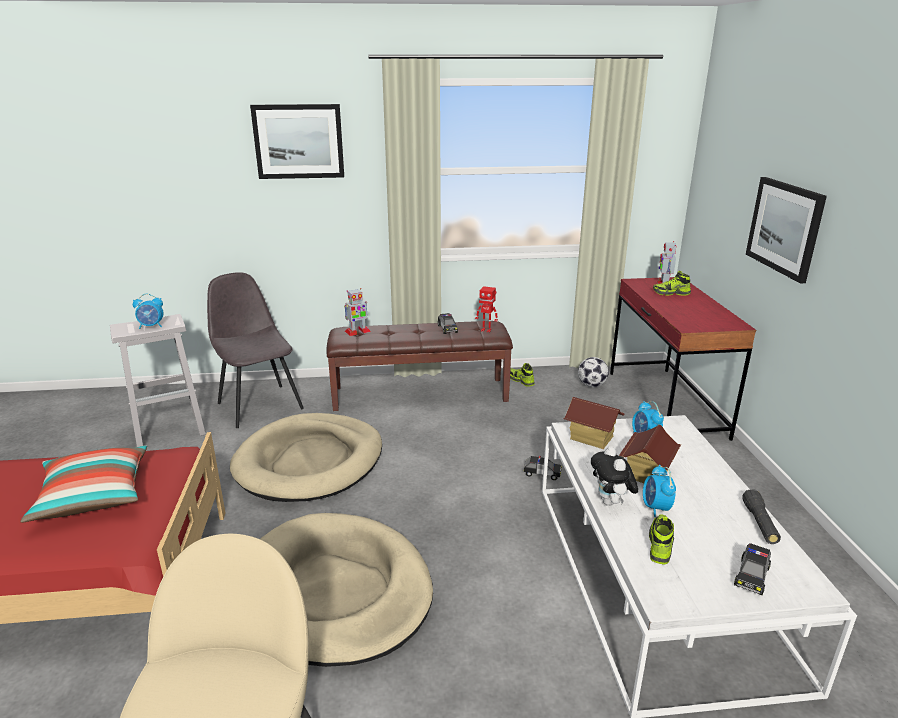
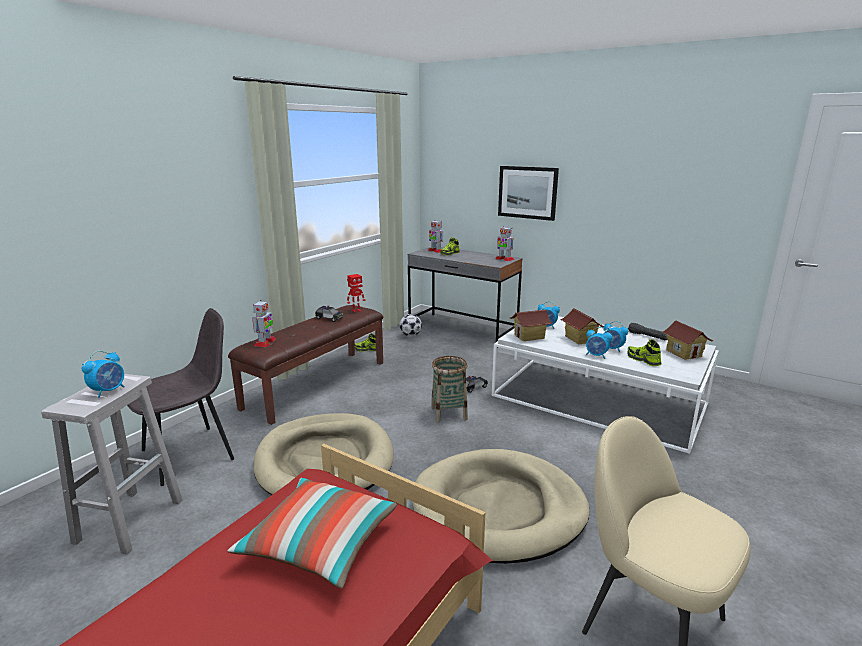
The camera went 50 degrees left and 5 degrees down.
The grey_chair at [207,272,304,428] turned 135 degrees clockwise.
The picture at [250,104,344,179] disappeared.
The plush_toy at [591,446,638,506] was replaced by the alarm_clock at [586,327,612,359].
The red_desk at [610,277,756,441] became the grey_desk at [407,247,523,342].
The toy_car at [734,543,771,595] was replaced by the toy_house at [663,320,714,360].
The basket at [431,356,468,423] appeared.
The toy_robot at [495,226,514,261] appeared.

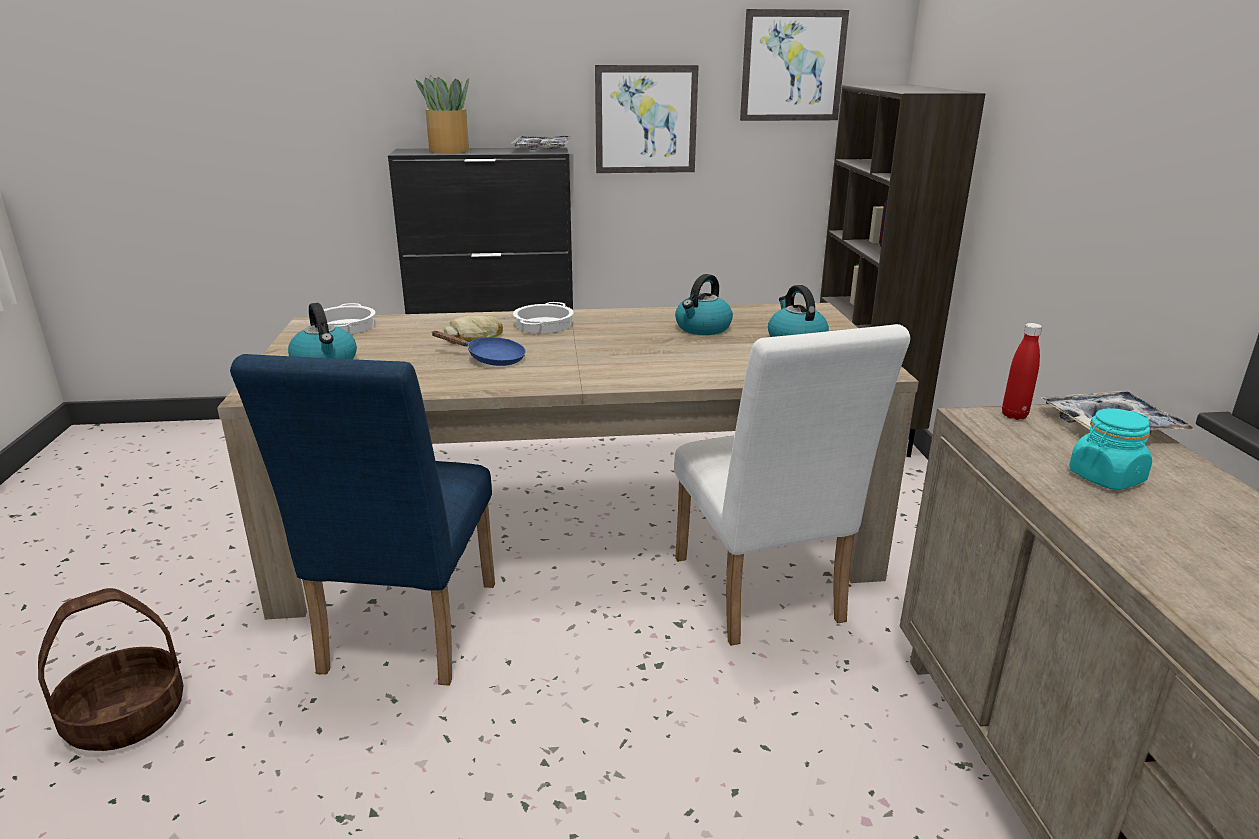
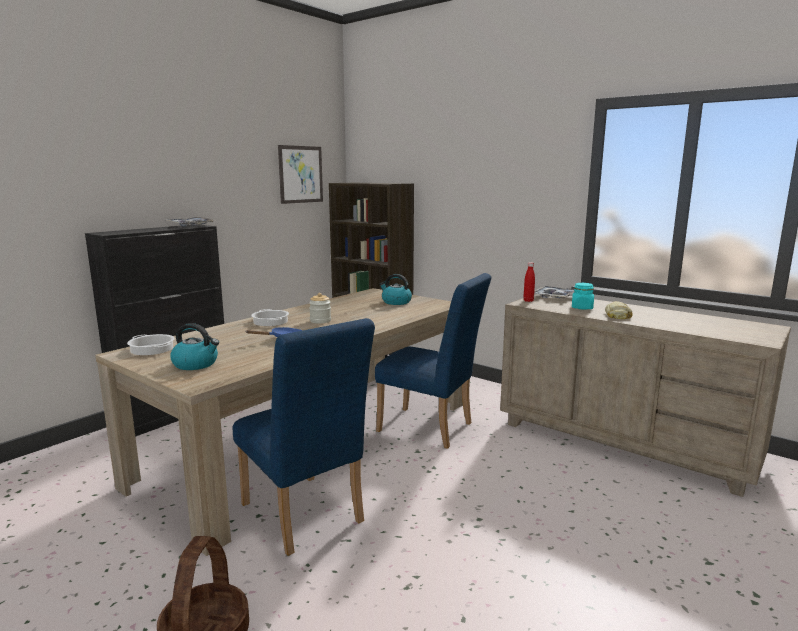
The camera went 45 degrees left and 10 degrees down.
The potted_plant at [416,75,469,154] disappeared.
The bread moved from [444,315,503,344] to [605,301,632,319].
The picture at [595,65,699,173] disappeared.
The white_chair at [674,324,910,646] became the blue_chair at [375,273,492,449].
The kettle at [675,274,733,335] disappeared.
The jar at [309,293,331,324] appeared.

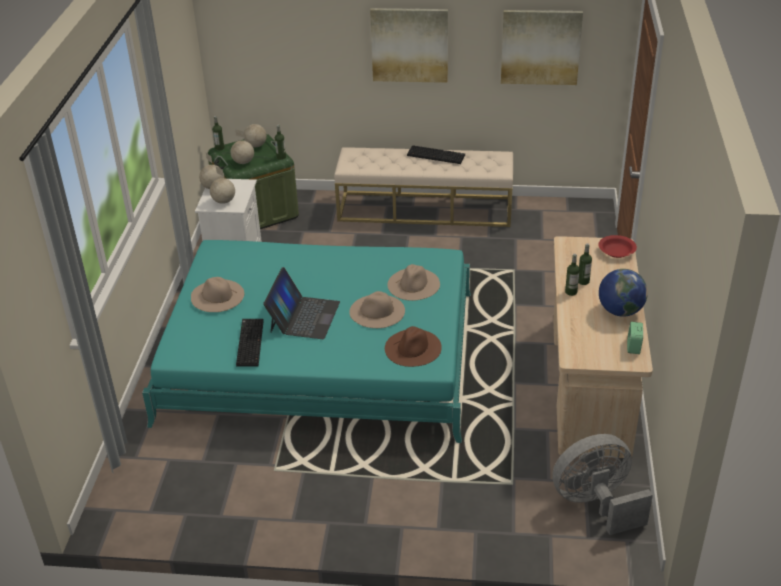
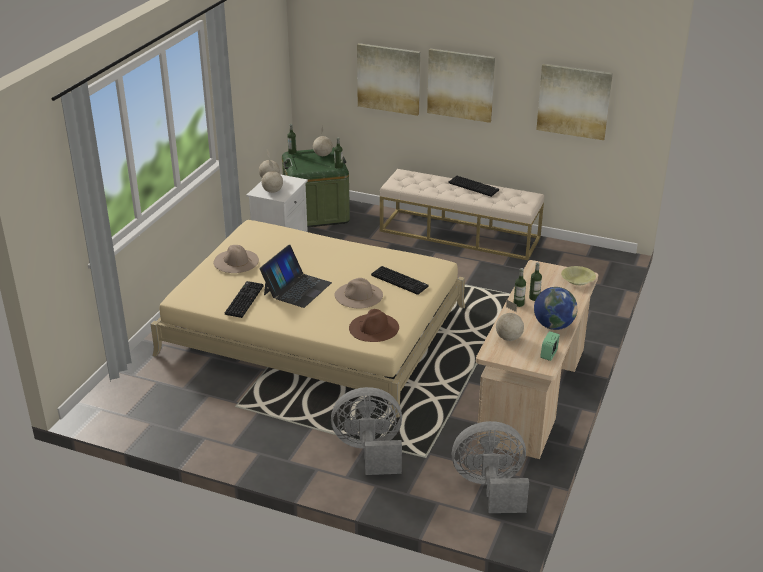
The camera went 15 degrees right and 5 degrees down.
The turquoise_bed at [142,240,471,443] became the beige_bed at [151,220,465,418].
The globe moved from [231,129,254,164] to [496,300,524,341].
The beige_hat at [387,264,440,301] was replaced by the keyboard at [371,266,428,295].
The red_bowl at [598,235,637,258] became the yellow_bowl at [561,266,596,285].
The grey_fan at [331,387,402,475] appeared.
The picture at [357,43,420,116] appeared.

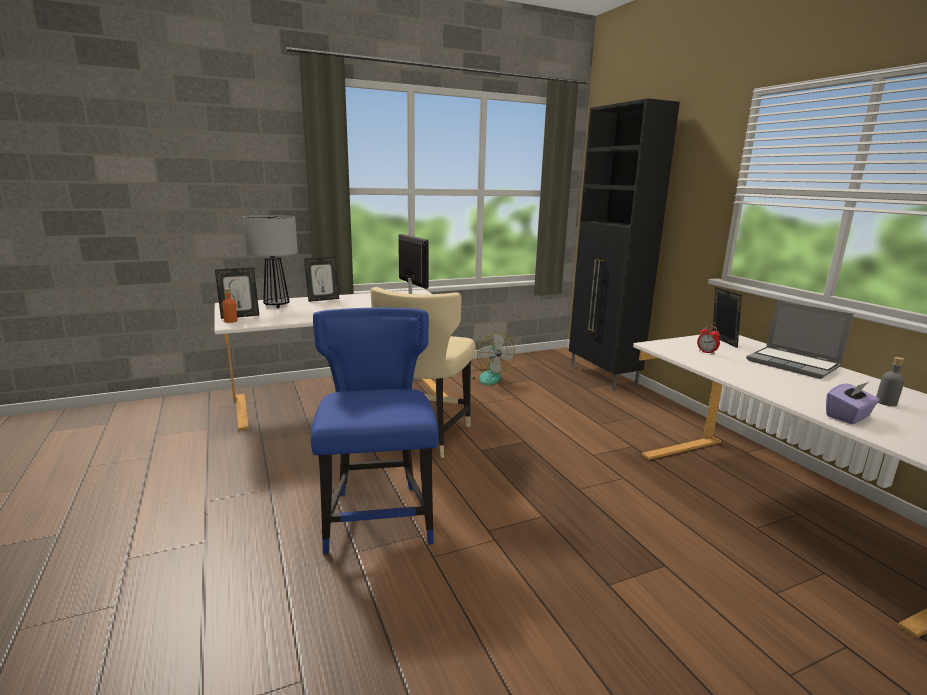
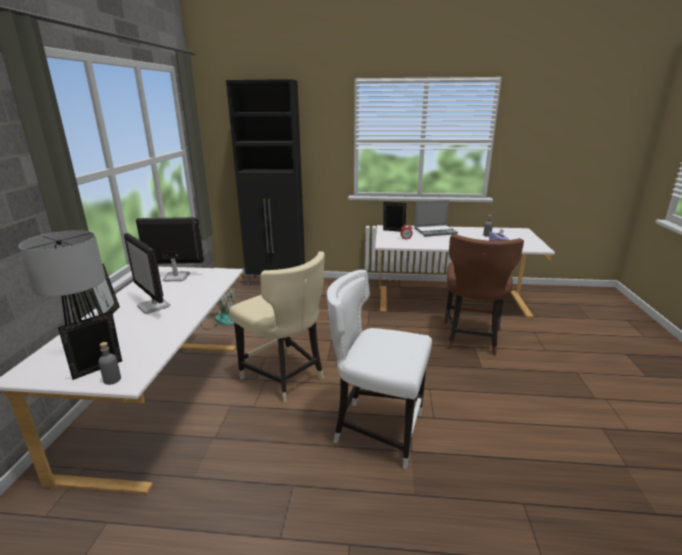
The camera went 60 degrees left and 5 degrees up.
The picture_frame at [215,268,259,319] turned 135 degrees counterclockwise.
The orange_bottle at [222,288,238,323] became the grey_bottle at [98,342,121,385].
The blue_chair at [311,308,438,554] became the white_chair at [327,270,432,469].
The monitor at [124,233,170,314] appeared.
The brown_chair at [444,234,524,356] appeared.

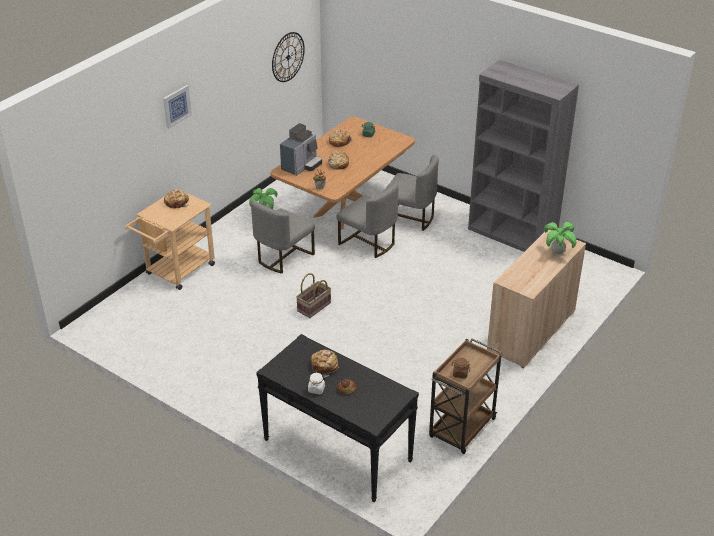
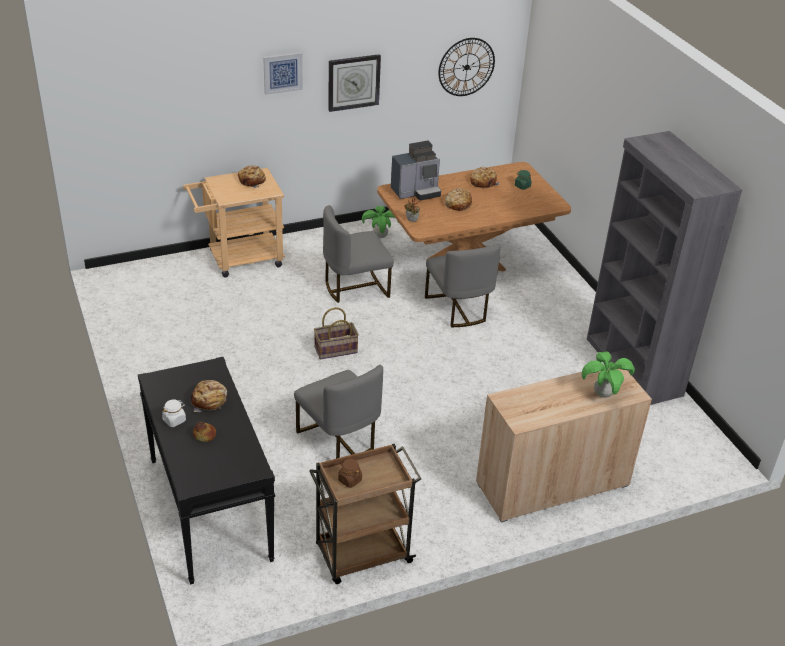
The camera went 30 degrees right and 0 degrees up.
The grey_chair moved from [382,154,439,231] to [294,365,383,459].
The wall_clock at [328,54,381,112] appeared.

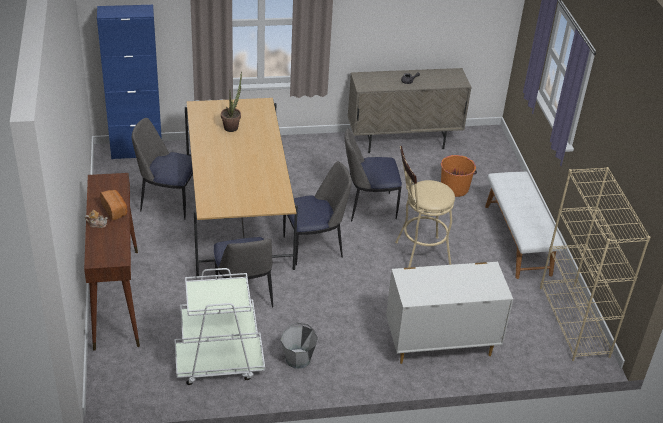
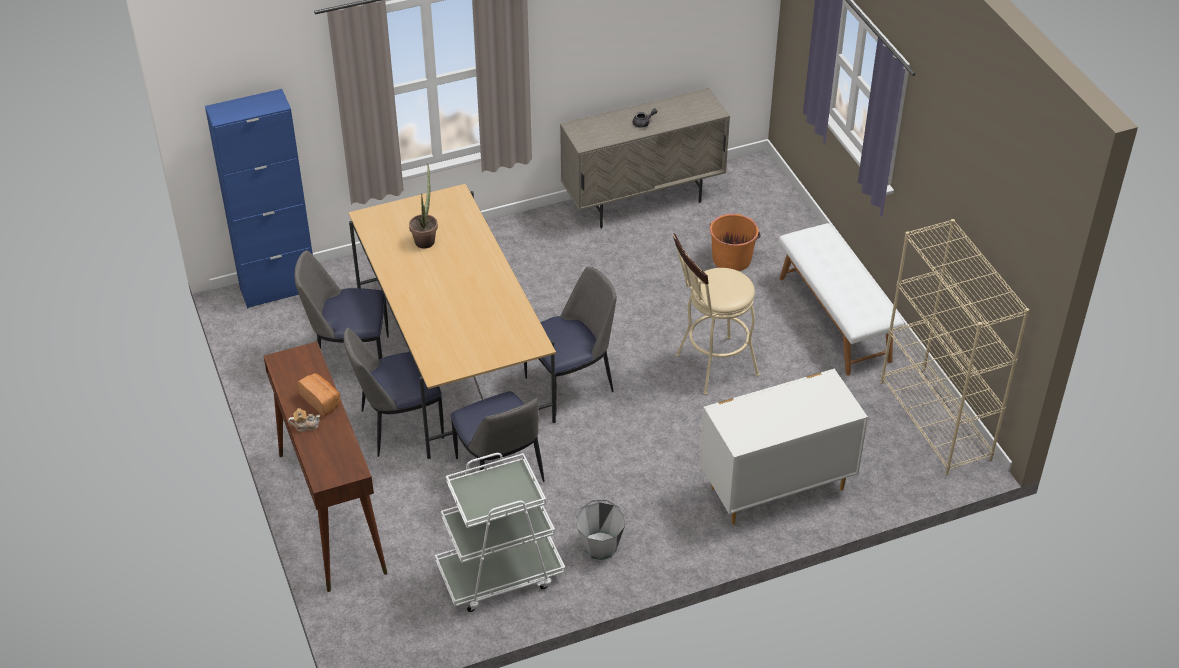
The camera went 10 degrees left and 5 degrees up.
The chair moved from [345,128,402,222] to [344,327,444,457].

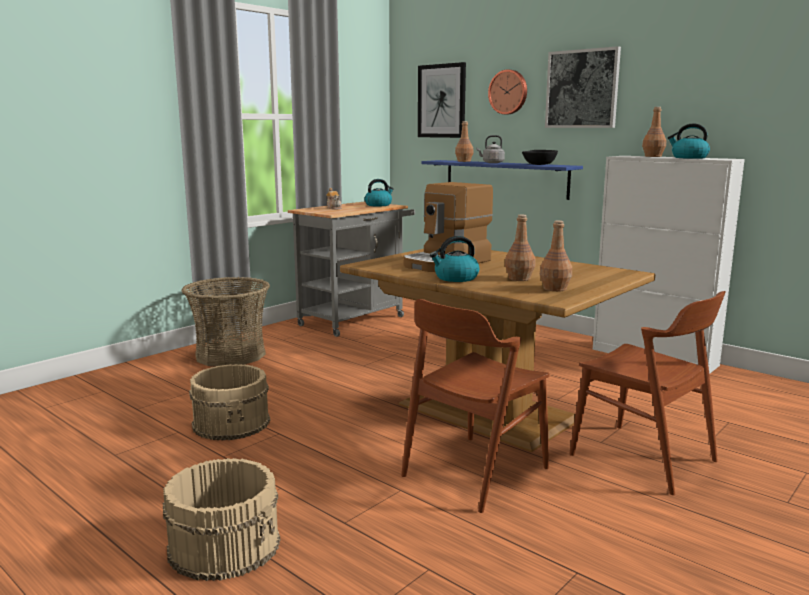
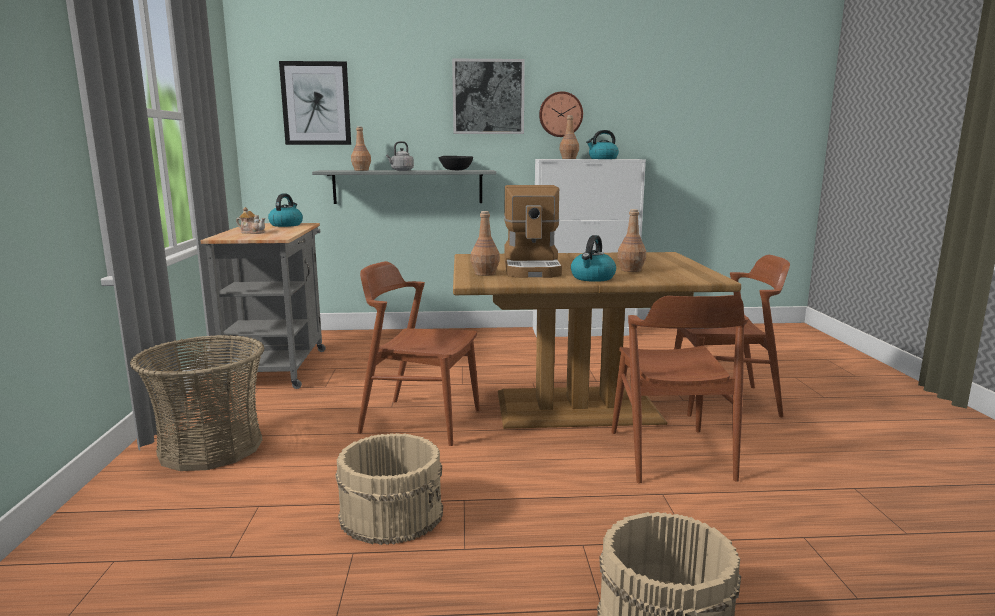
The camera went 45 degrees left and 0 degrees up.
The blue_shelf at [421,160,583,200] became the grey_shelf at [312,170,496,204].
The wall_clock moved from [488,70,527,114] to [539,91,583,137].
The brown_bottle moved from [540,220,572,292] to [471,211,500,276].
The brown_chair at [358,261,480,446] appeared.

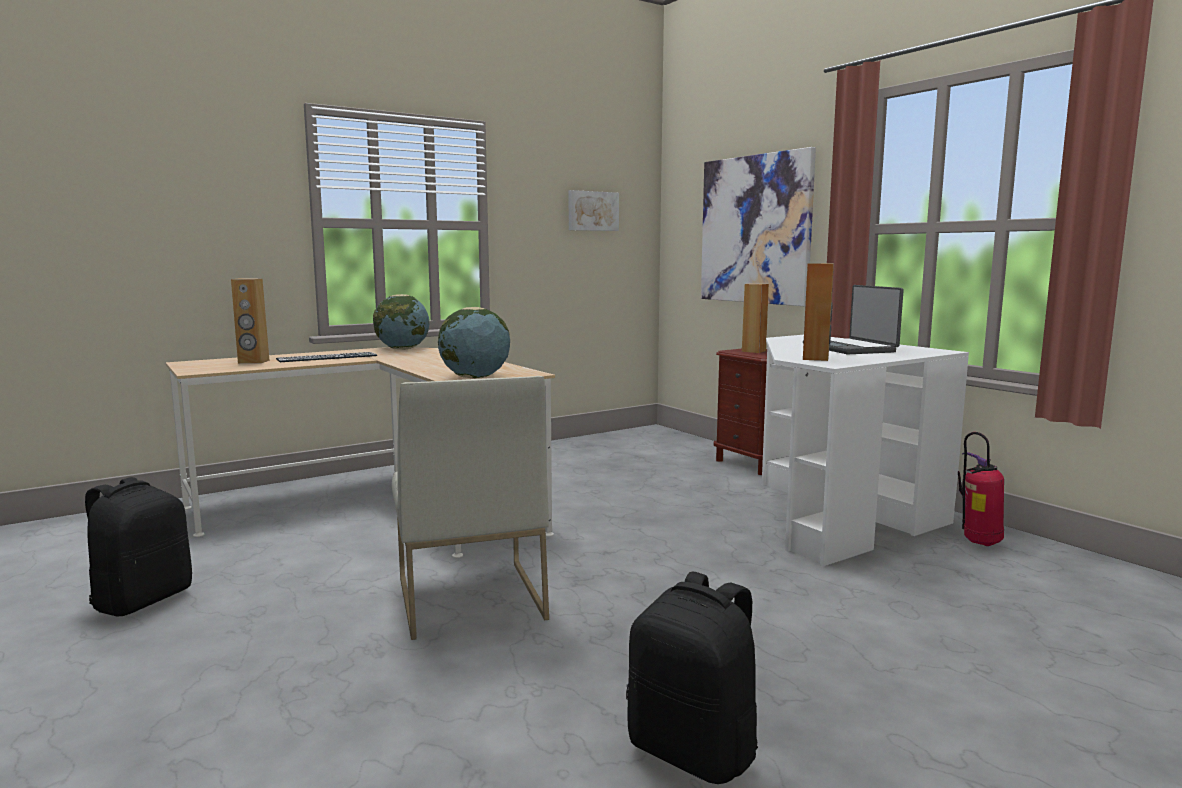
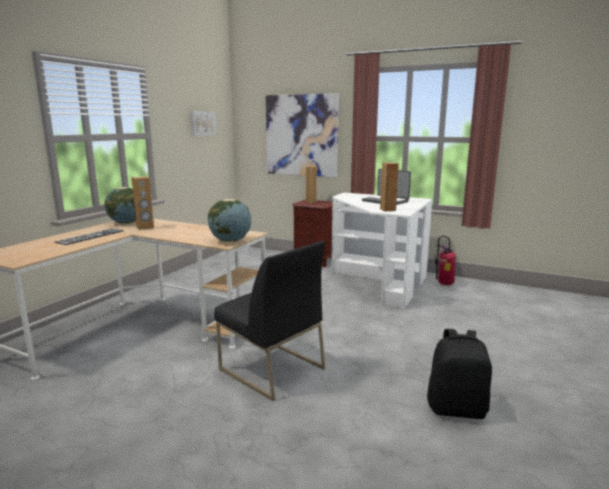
The camera went 30 degrees left and 5 degrees up.
The black_backpack at [85,477,192,617] disappeared.
The brown_speaker moved from [231,278,269,364] to [132,176,154,230].
The white_chair at [392,376,549,640] became the black_chair at [214,241,326,401].

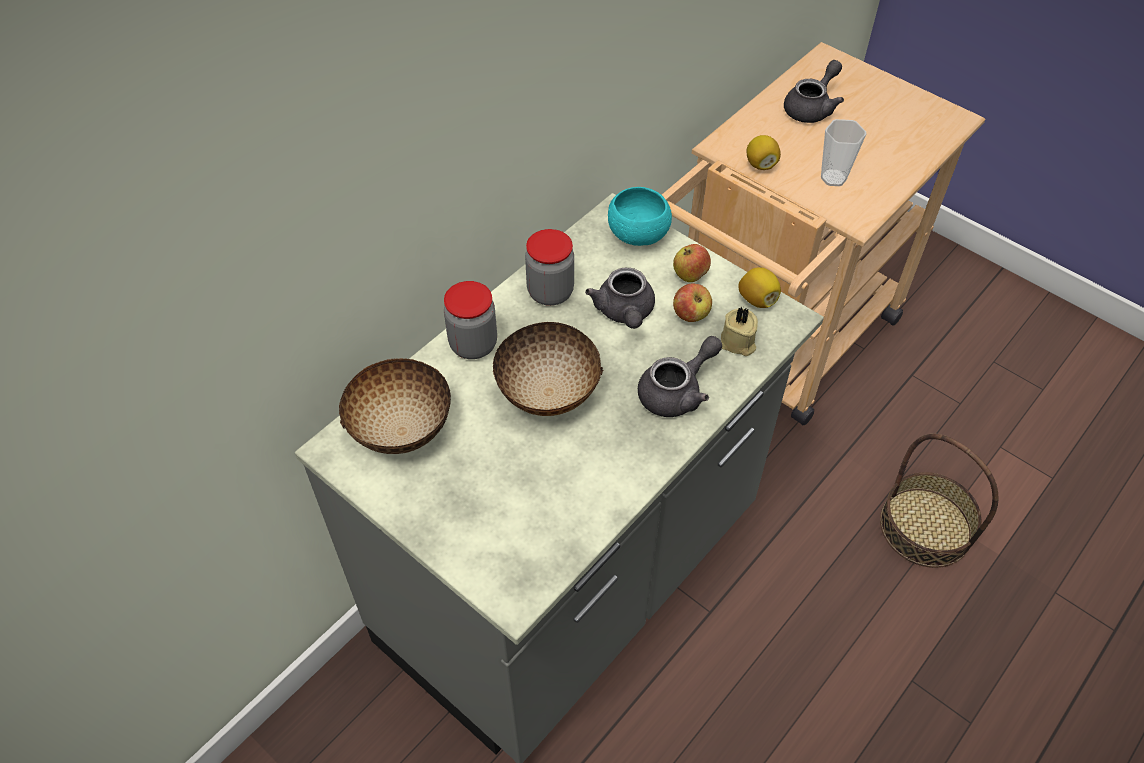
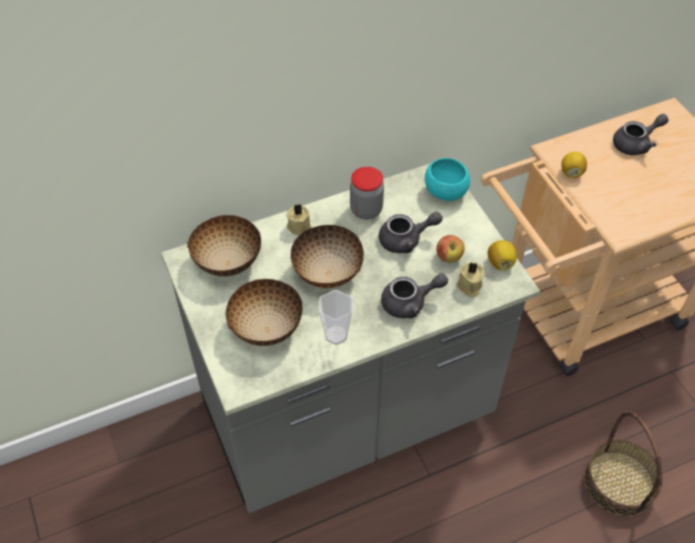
The camera went 25 degrees right and 0 degrees up.
The jar at [444,281,497,359] was replaced by the beige_candle at [287,204,312,235].
The grey_teapot at [585,268,655,329] turned 120 degrees counterclockwise.
The apple at [673,244,711,282] disappeared.
The cup moved from [821,119,867,186] to [319,290,352,345].
The bowl at [226,279,302,346] appeared.

